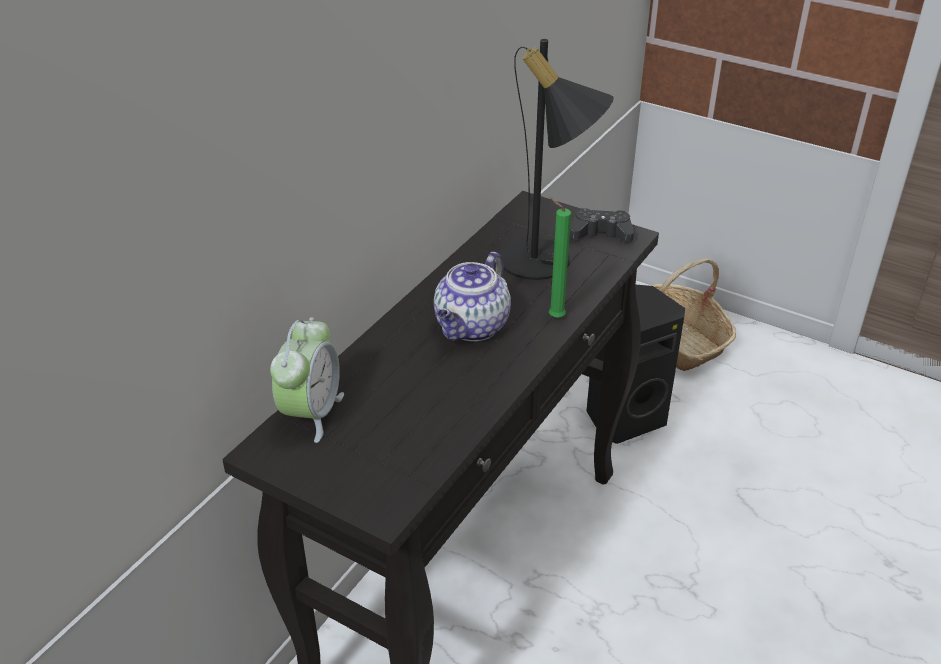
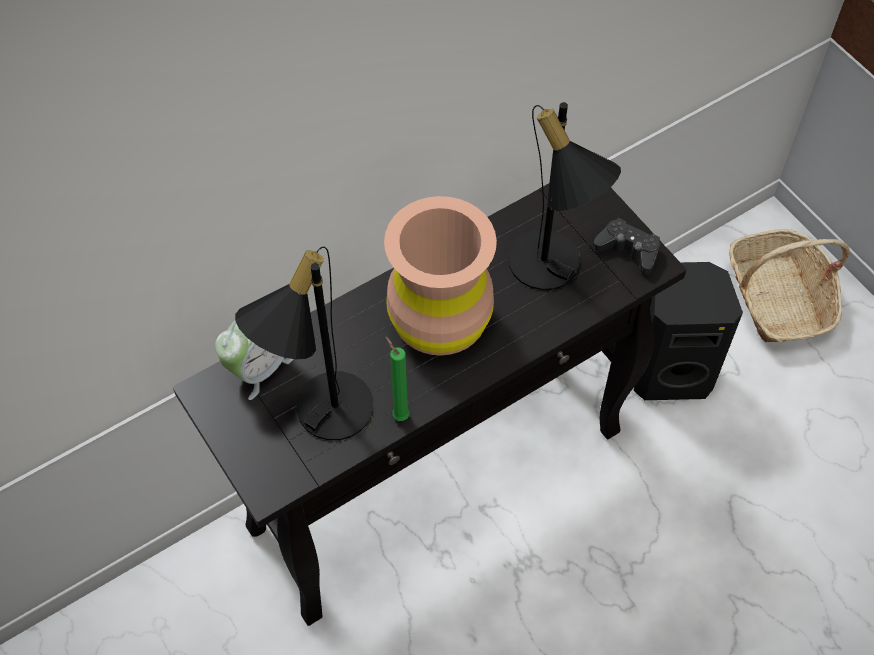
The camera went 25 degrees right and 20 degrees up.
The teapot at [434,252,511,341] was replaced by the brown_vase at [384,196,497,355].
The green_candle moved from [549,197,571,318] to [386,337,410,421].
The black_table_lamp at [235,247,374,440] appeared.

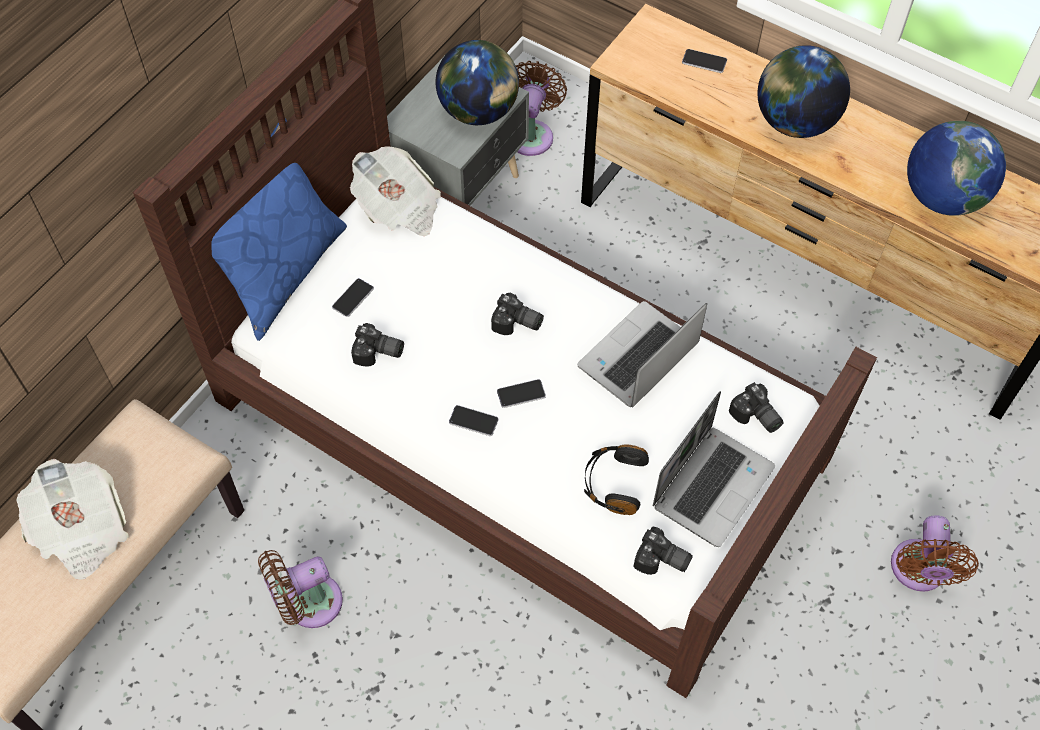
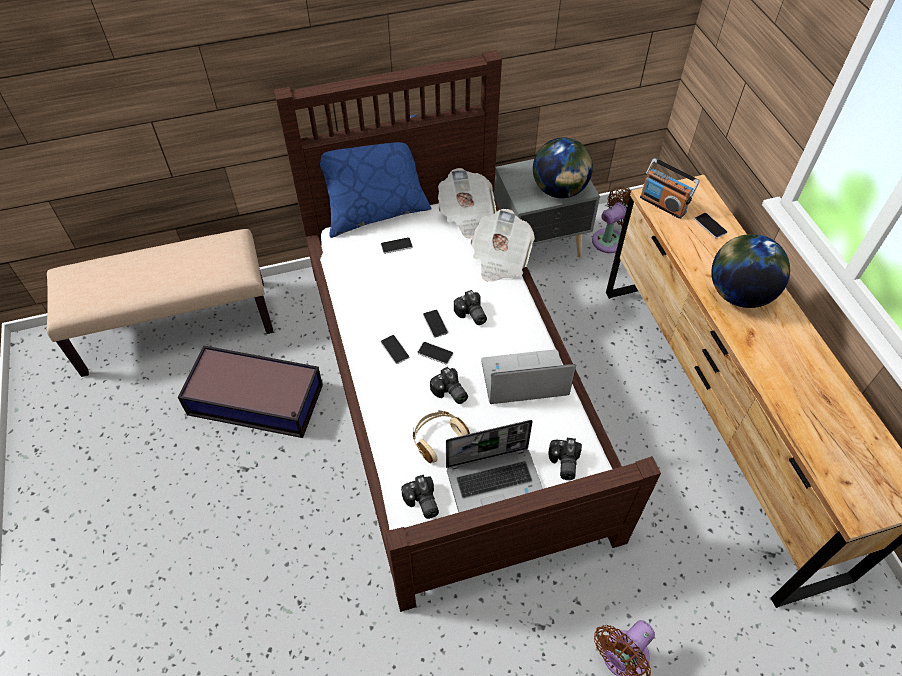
The camera went 40 degrees right and 5 degrees down.
The newspaper moved from [16,459,129,580] to [471,209,535,282].
The brown_fan at [258,550,343,628] was replaced by the storage_box at [178,346,323,438].
The photo_camera moved from [351,323,404,367] to [430,367,468,404].
The black_headphones at [584,444,649,515] became the beige_headphones at [413,410,470,463].
The globe at [907,121,1006,216] disappeared.
The phone at [423,310,448,338] appeared.
The radio at [640,158,700,219] appeared.

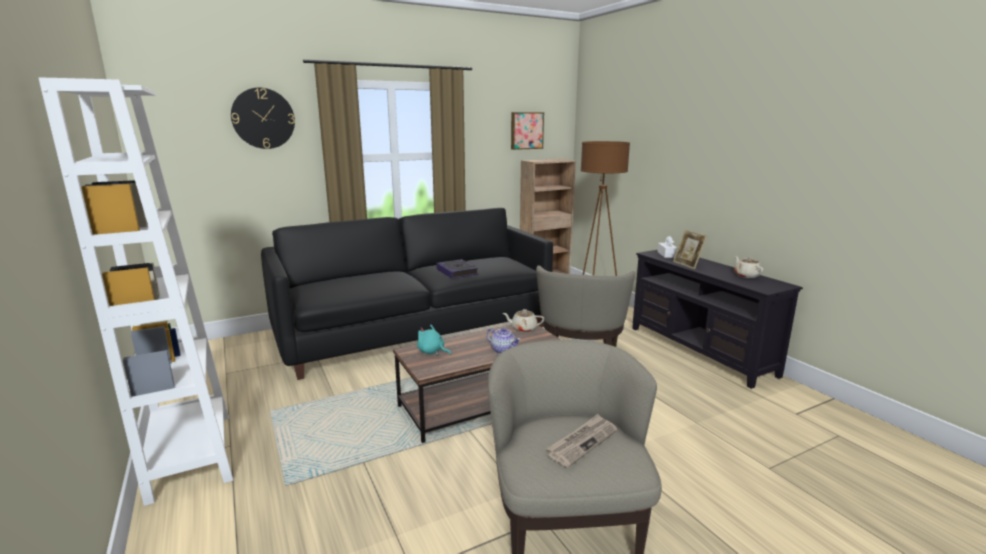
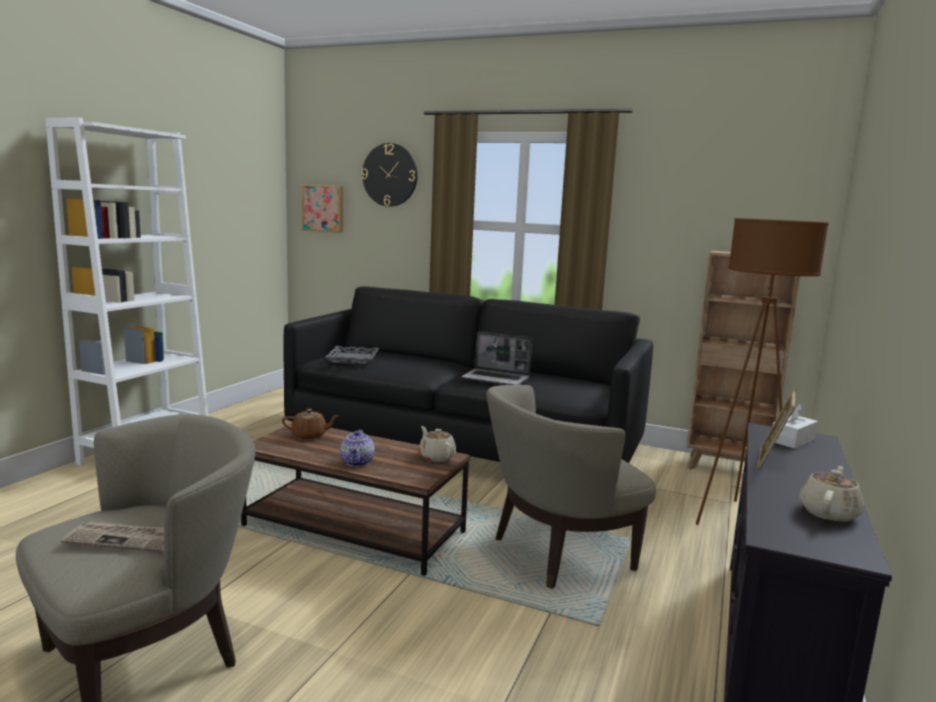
The camera went 50 degrees right and 5 degrees down.
The turquoise_plush_toy at [417,324,451,355] was replaced by the brown_teapot at [282,409,340,439].
The book at [436,259,478,279] was replaced by the laptop at [461,332,532,385].
The picture moved from [511,112,544,150] to [302,185,343,233].
The grey_tray at [325,346,379,364] appeared.

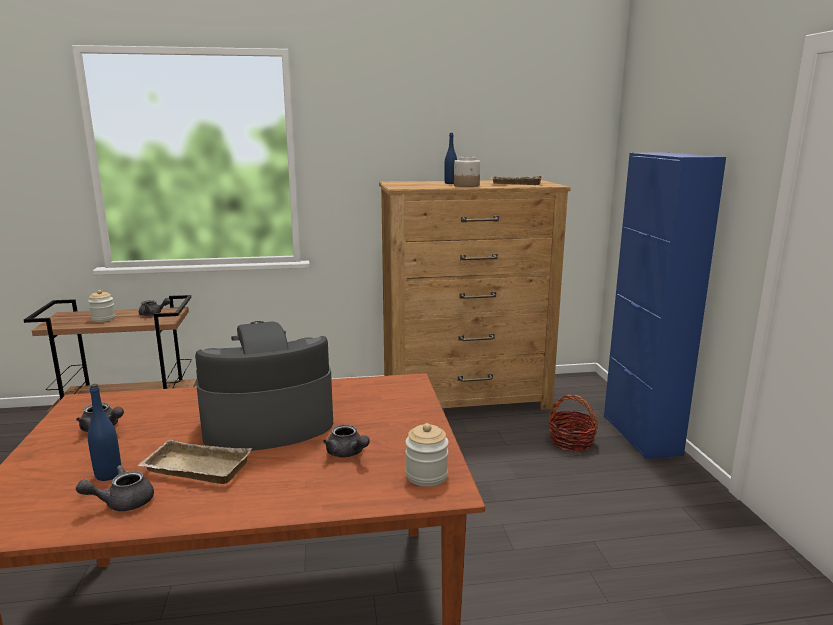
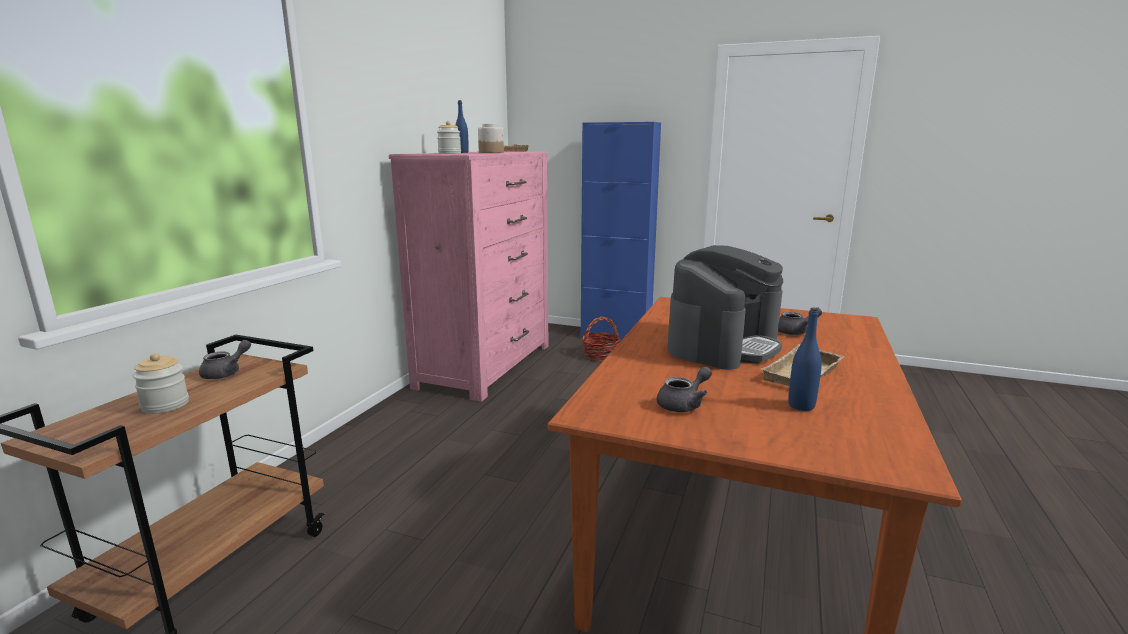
The camera went 60 degrees left and 0 degrees up.
The grey_teapot at [76,465,154,511] disappeared.
The coffee_machine at [195,321,333,451] turned 150 degrees counterclockwise.
The brown_dresser at [379,180,571,410] became the pink_dresser at [389,152,548,402].
The jar moved from [405,423,449,487] to [437,121,461,154].

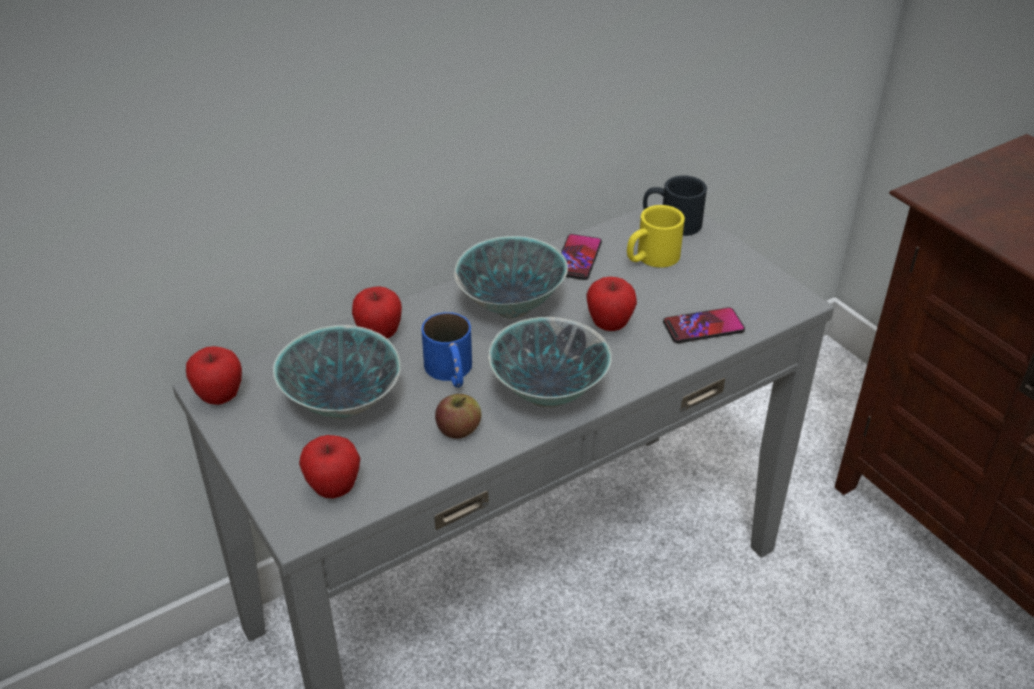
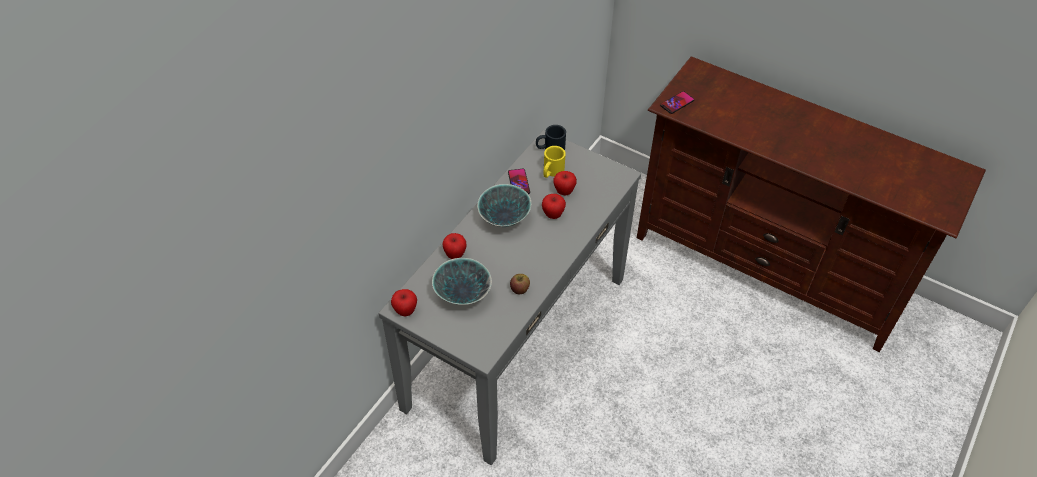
The camera went 25 degrees left and 10 degrees up.
The apple moved from [299,435,360,498] to [553,171,577,195].
The blue_mug at [422,312,472,387] disappeared.
The bowl at [488,317,612,408] disappeared.
The phone moved from [663,307,745,343] to [660,91,694,114].

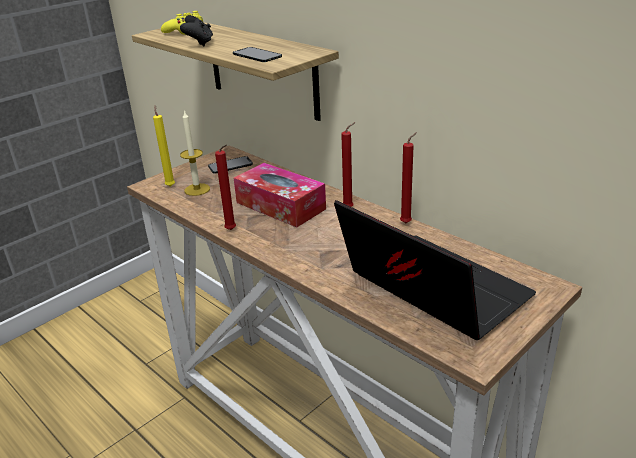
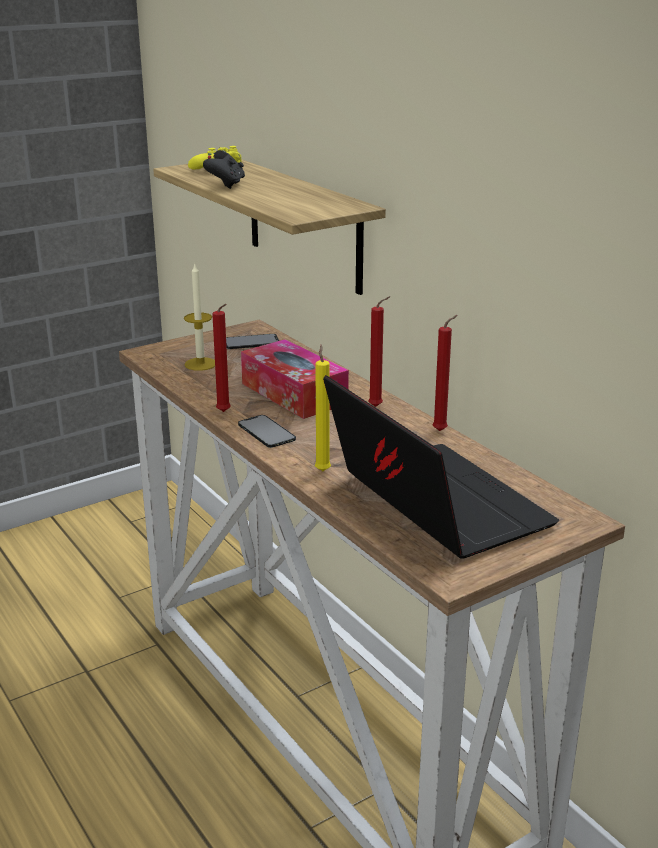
The camera went 10 degrees right and 5 degrees down.
The yellow_candle moved from [153,105,175,187] to [315,345,331,471].
The phone moved from [233,47,282,62] to [238,415,296,448].

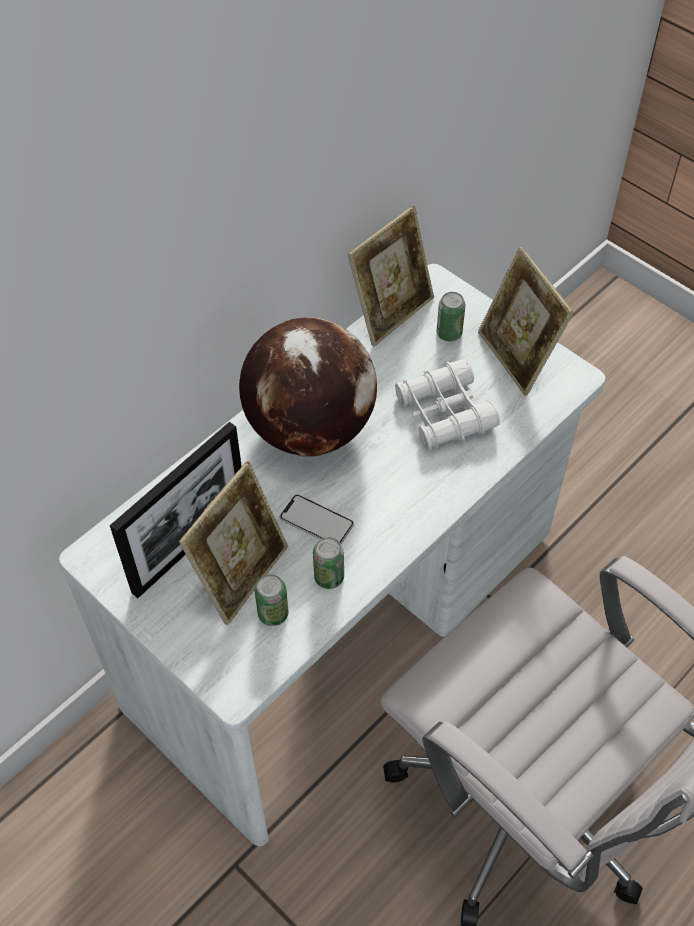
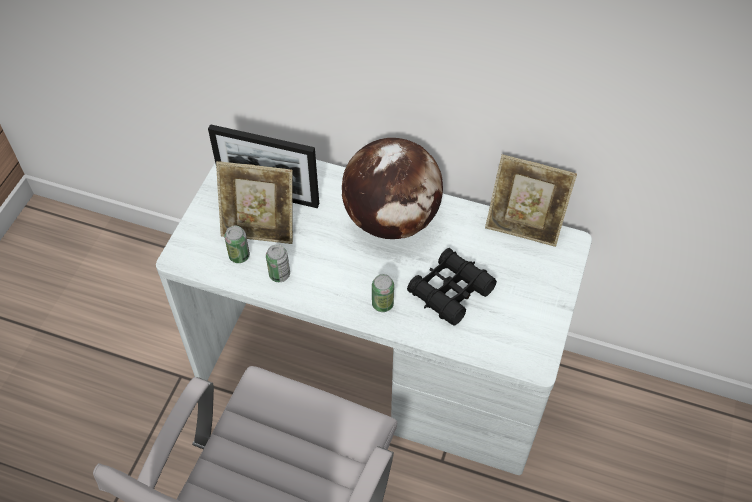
The camera went 65 degrees right and 0 degrees up.
The phone at [280,495,354,544] disappeared.
The white_binoculars at [395,359,500,451] became the black_binoculars at [407,248,497,325].
The can moved from [436,292,466,342] to [372,274,394,312].
The picture_frame at [478,247,574,396] disappeared.

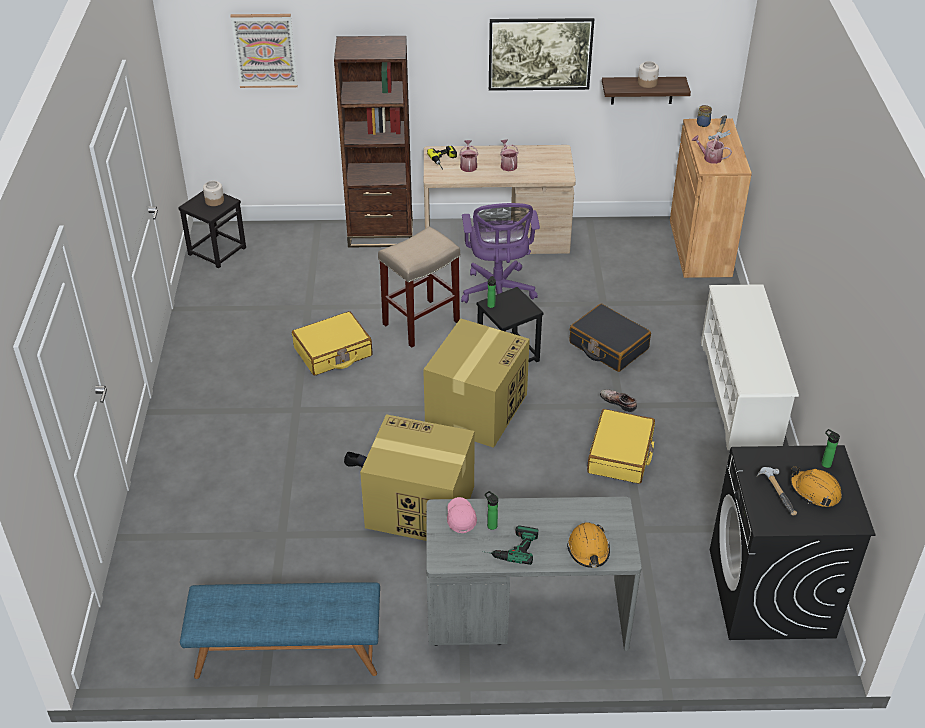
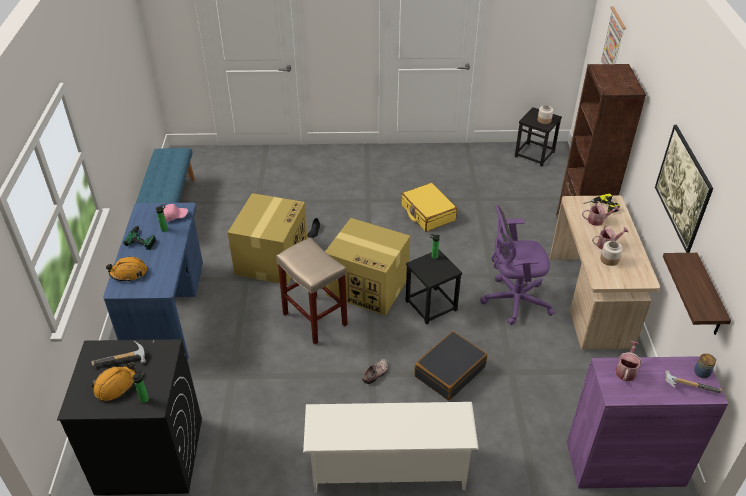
The camera went 90 degrees right and 0 degrees up.
The beige_stool moved from [378,226,460,348] to [276,238,348,344].
The grey_desk at [426,497,642,651] became the blue_desk at [103,203,203,360].
The yellow_suitcase at [587,409,655,484] disappeared.
The jar moved from [638,61,659,88] to [600,241,623,266].
The brown_cabinet at [670,118,752,278] became the purple_cabinet at [567,356,728,489].

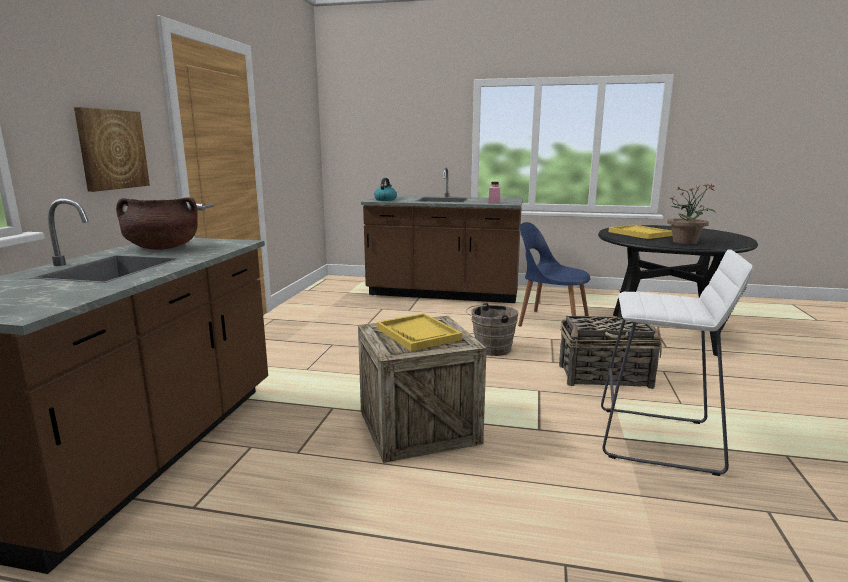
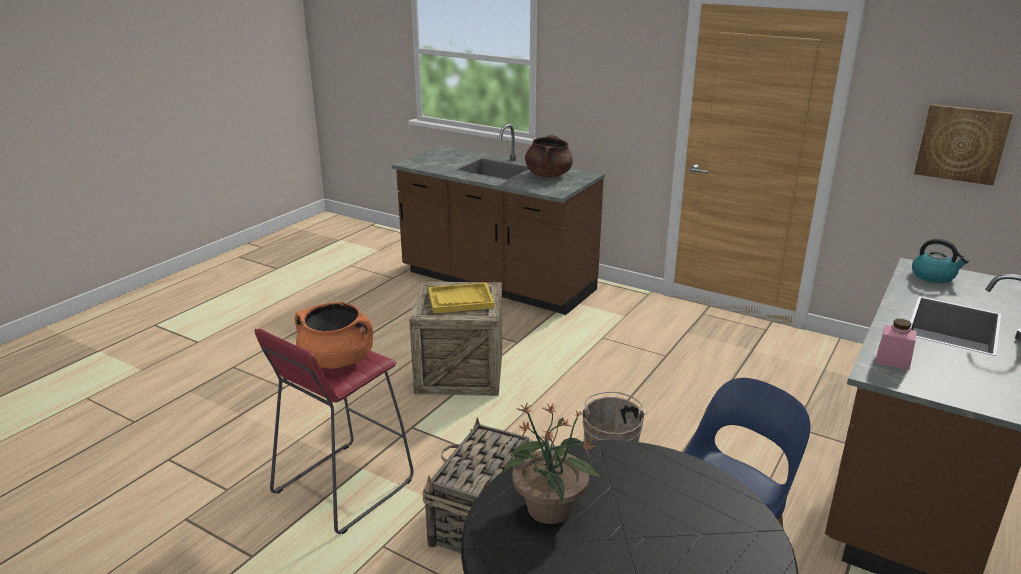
The camera went 110 degrees right and 10 degrees up.
The picture moved from [74,107,150,192] to [914,104,1013,186].
The white_stool at [601,249,753,476] became the red_stool at [255,329,414,534].
The yellow_tray at [609,225,672,239] disappeared.
The orange_cooking_pot at [295,302,373,369] appeared.

